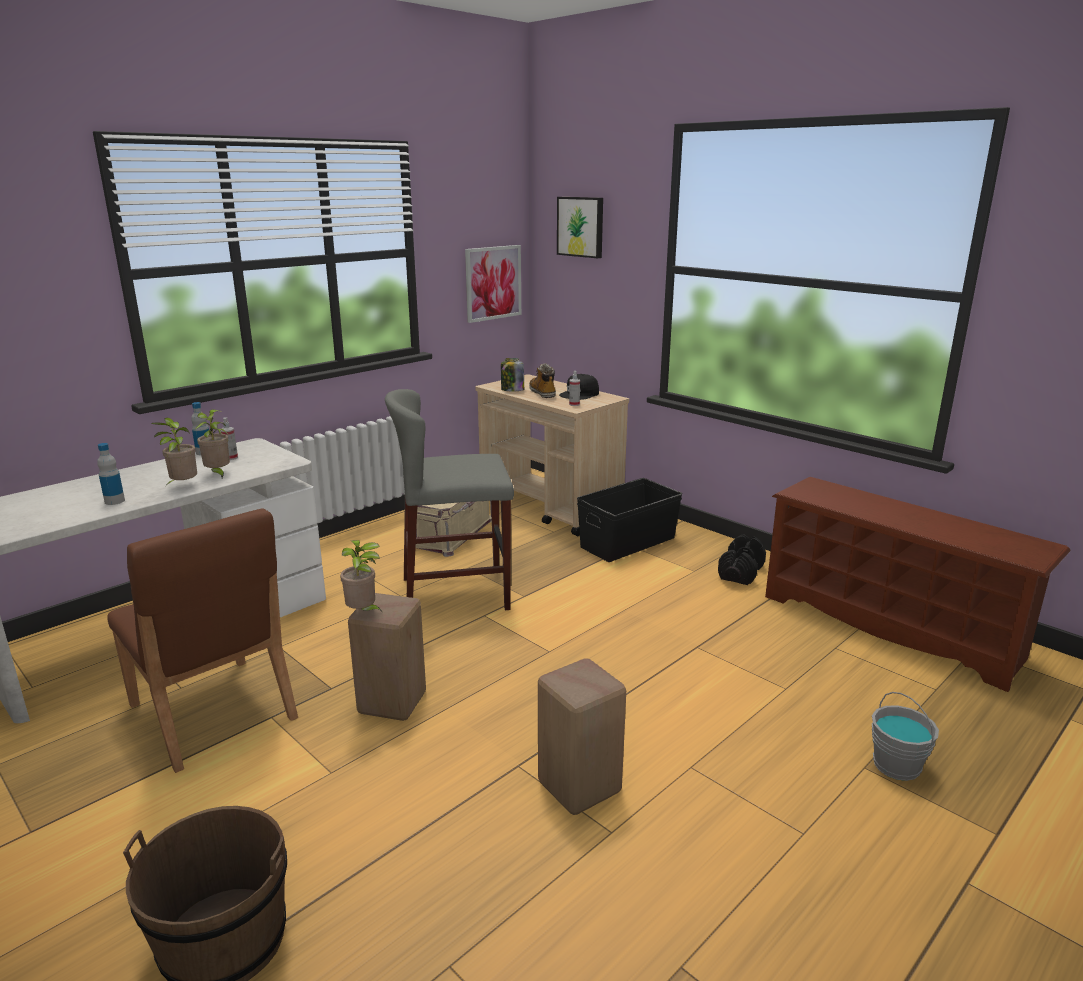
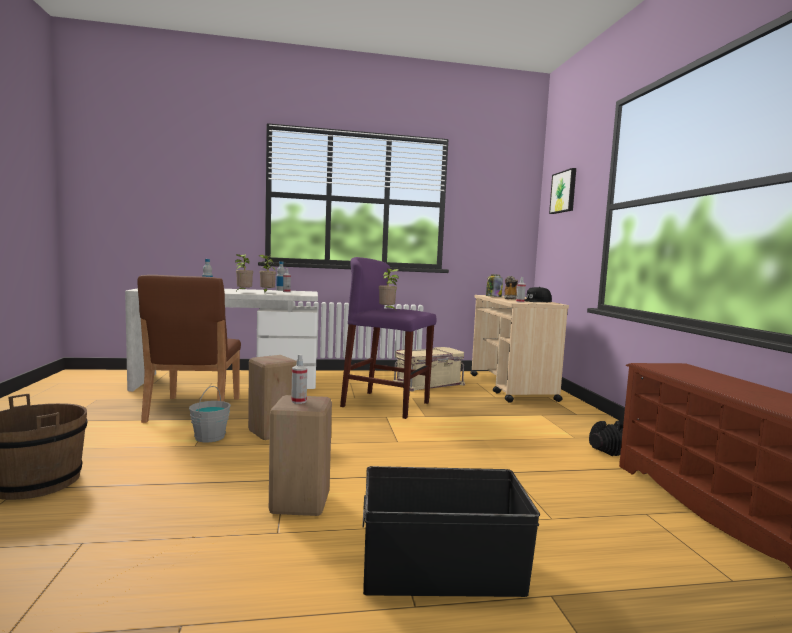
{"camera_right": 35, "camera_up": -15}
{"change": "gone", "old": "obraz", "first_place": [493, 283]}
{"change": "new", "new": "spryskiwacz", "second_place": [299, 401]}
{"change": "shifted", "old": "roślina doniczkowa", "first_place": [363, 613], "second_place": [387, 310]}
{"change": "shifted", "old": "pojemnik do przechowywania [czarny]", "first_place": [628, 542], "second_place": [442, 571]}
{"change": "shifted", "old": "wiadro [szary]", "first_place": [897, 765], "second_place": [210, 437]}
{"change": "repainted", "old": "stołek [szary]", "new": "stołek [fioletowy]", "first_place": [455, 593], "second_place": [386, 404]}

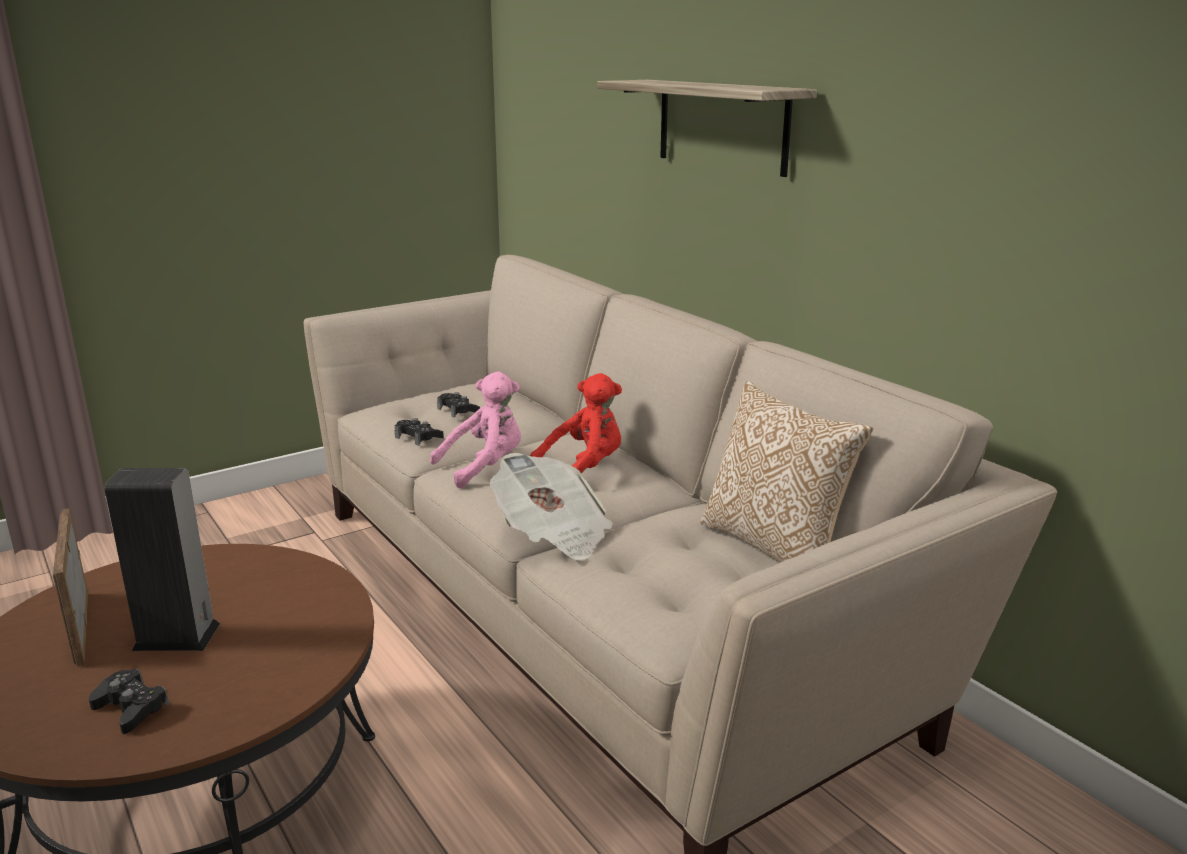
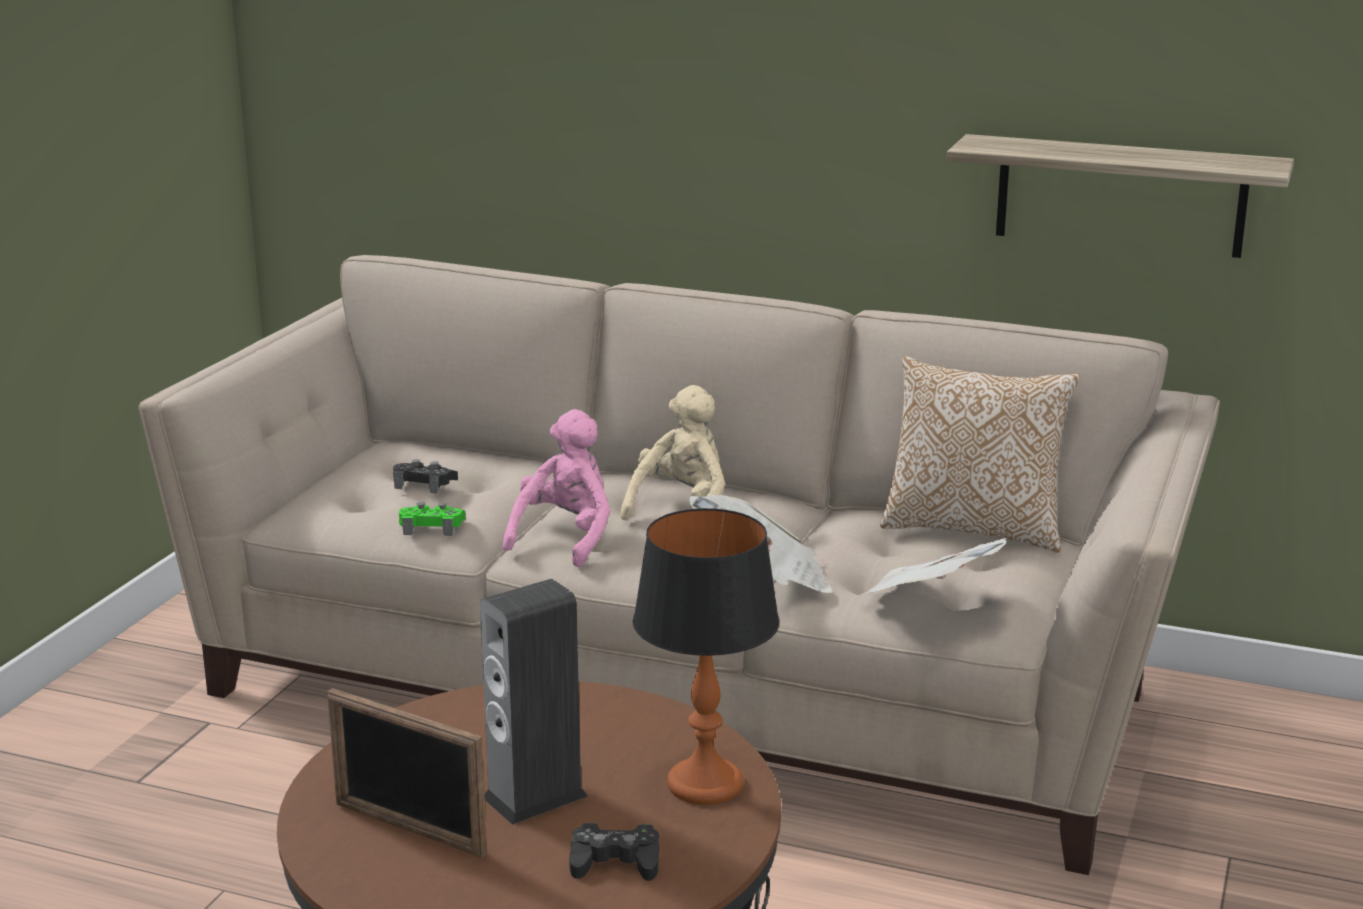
{"camera_right": -35, "camera_up": 0}
{"change": "new", "new": "lampa stołowa", "second_place": [704, 784]}
{"change": "new", "new": "gazeta", "second_place": [932, 602]}
{"change": "shifted", "old": "półka", "first_place": [722, 125], "second_place": [1120, 196]}
{"change": "repainted", "old": "pad do gier [czarny]", "new": "pad do gier [zielony]", "first_place": [418, 437], "second_place": [432, 527]}
{"change": "repainted", "old": "pluszak [czerwony]", "new": "pluszak [beżowy]", "first_place": [583, 469], "second_place": [681, 510]}

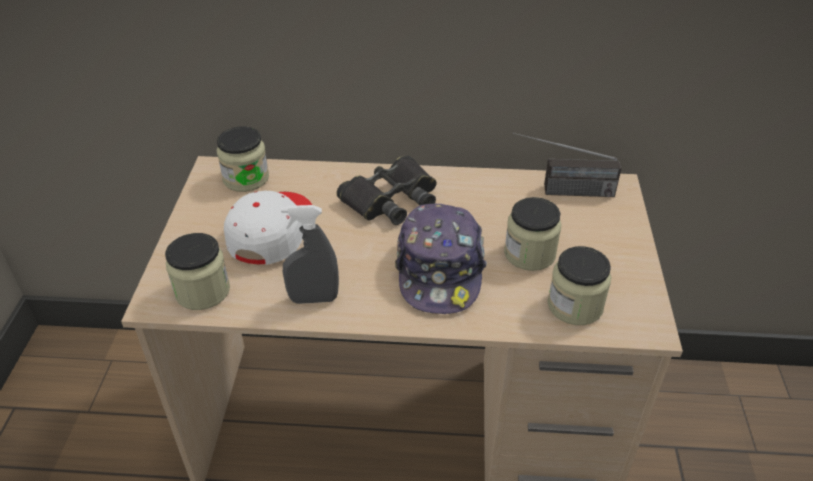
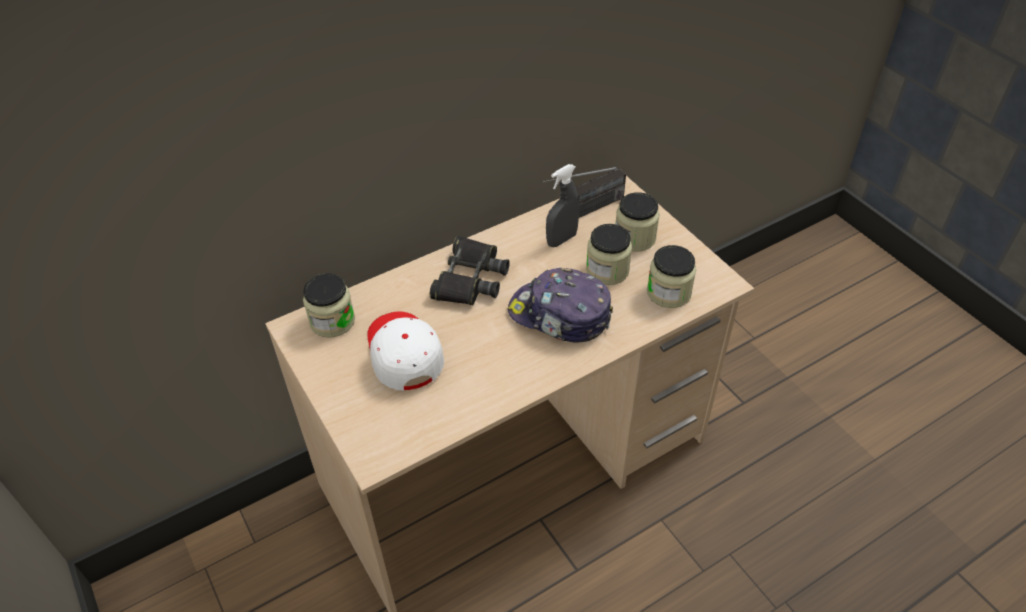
{"camera_right": -35, "camera_up": 5}
{"change": "shifted", "old": "słoik", "first_place": [202, 291], "second_place": [635, 238]}
{"change": "shifted", "old": "spryskiwacz [szary]", "first_place": [313, 299], "second_place": [561, 240]}
{"change": "rotated", "old": "czapka z daszkiem", "first_place": [440, 270], "second_place": [560, 315], "degrees": 150}

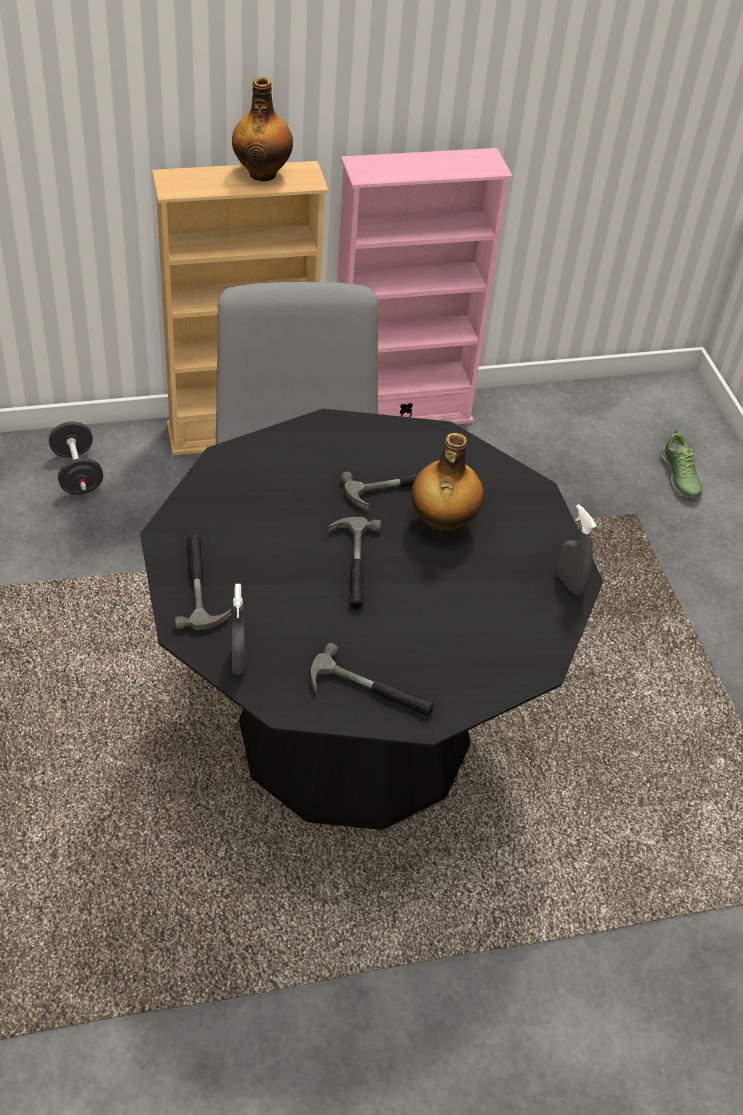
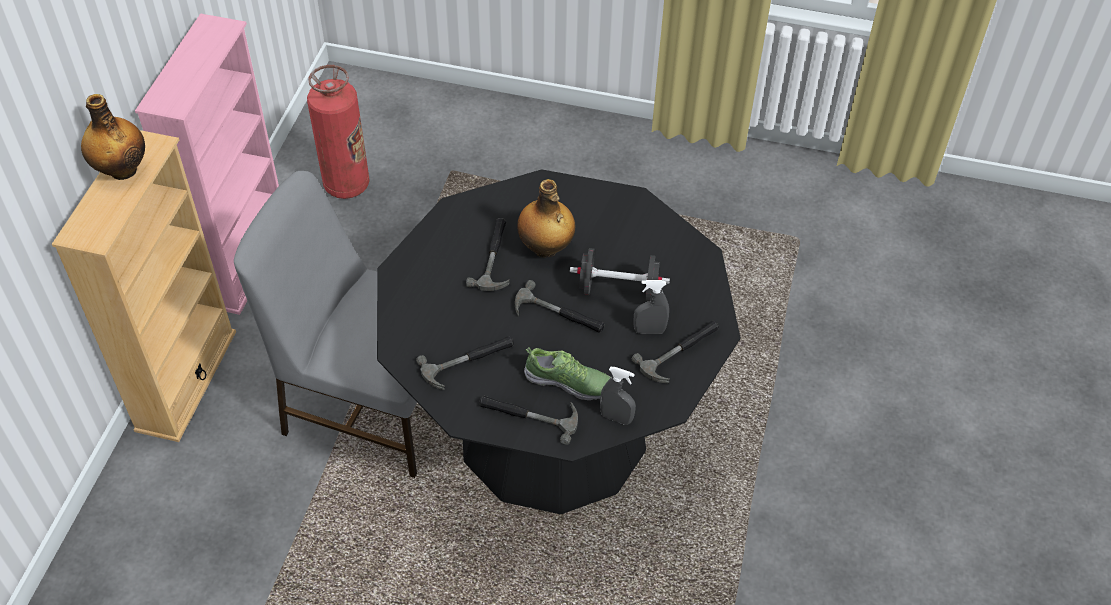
{"camera_right": -60, "camera_up": 5}
{"change": "new", "new": "gaśnica", "second_place": [346, 184]}
{"change": "new", "new": "młotek", "second_place": [468, 362]}
{"change": "shifted", "old": "hantel [czarny]", "first_place": [77, 473], "second_place": [618, 290]}
{"change": "shifted", "old": "spryskiwacz [szary]", "first_place": [569, 583], "second_place": [649, 330]}
{"change": "shifted", "old": "but", "first_place": [679, 477], "second_place": [569, 382]}

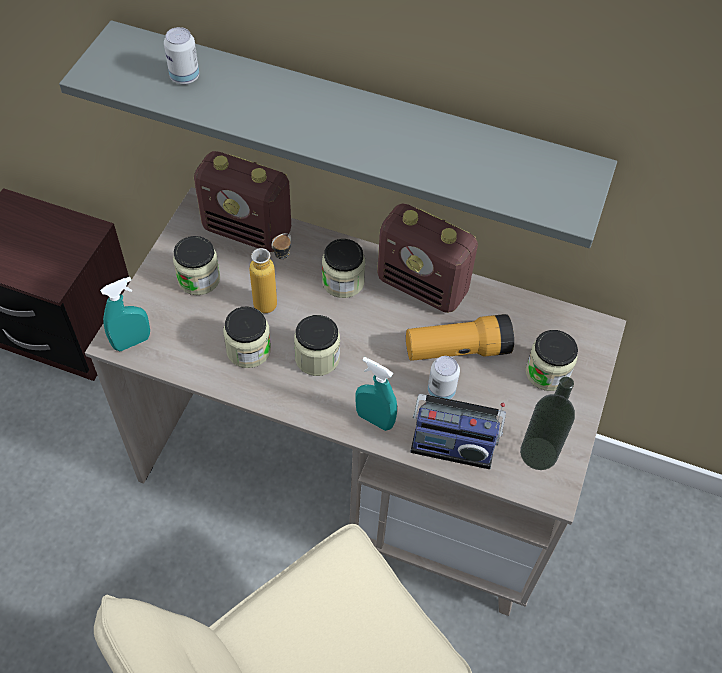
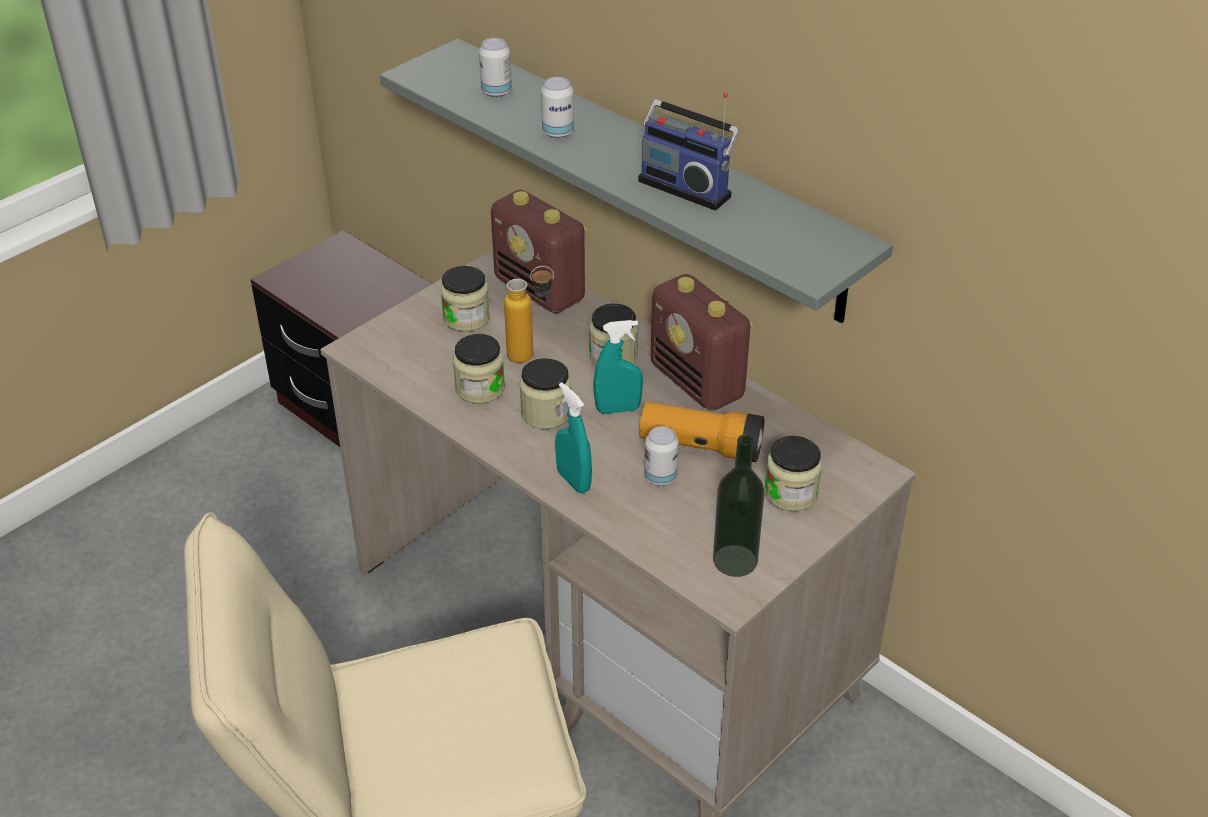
{"camera_right": 25, "camera_up": -15}
{"change": "new", "new": "puszka", "second_place": [558, 132]}
{"change": "shifted", "old": "spryskiwacz [turkusowy]", "first_place": [132, 342], "second_place": [618, 409]}
{"change": "shifted", "old": "radio", "first_place": [452, 445], "second_place": [687, 187]}

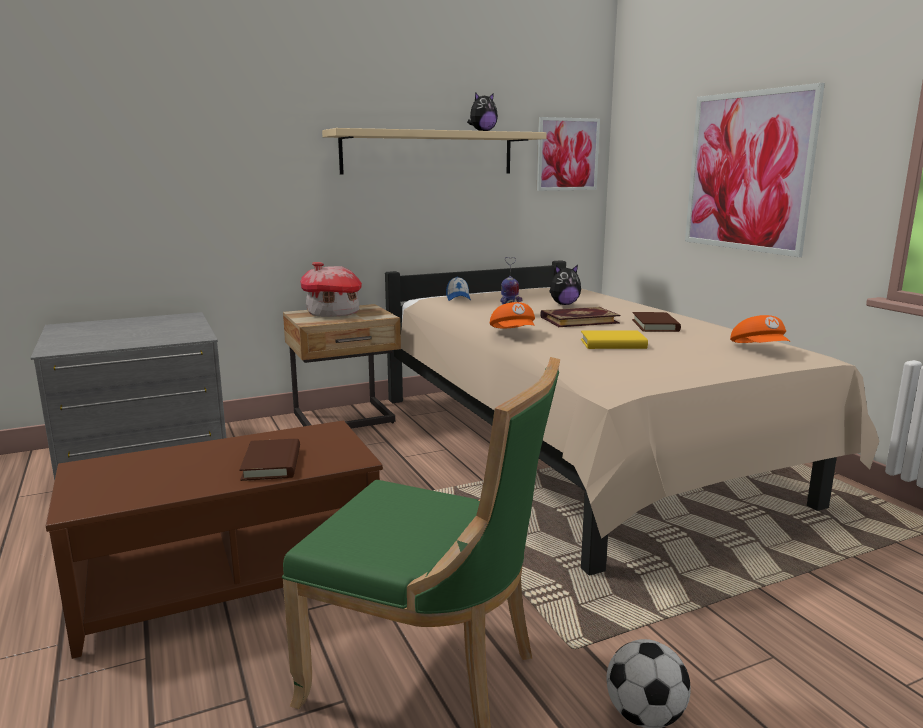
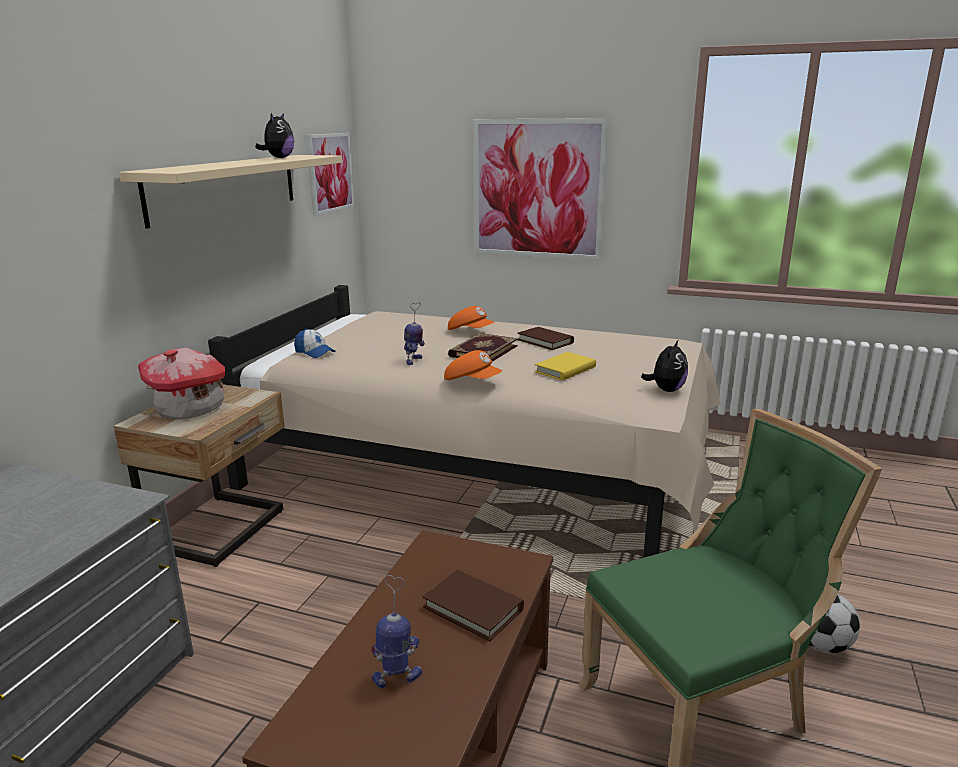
{"camera_right": -45, "camera_up": 5}
{"change": "new", "new": "robot zabawkowy", "second_place": [397, 678]}
{"change": "shifted", "old": "pluszak", "first_place": [564, 304], "second_place": [666, 390]}
{"change": "shifted", "old": "czapka z daszkiem [pomarańczowy]", "first_place": [760, 349], "second_place": [471, 332]}

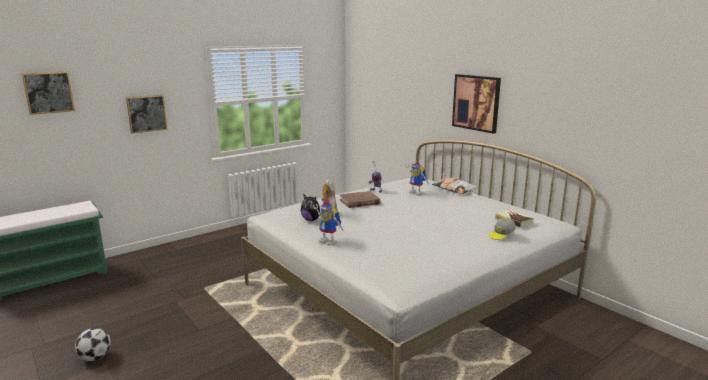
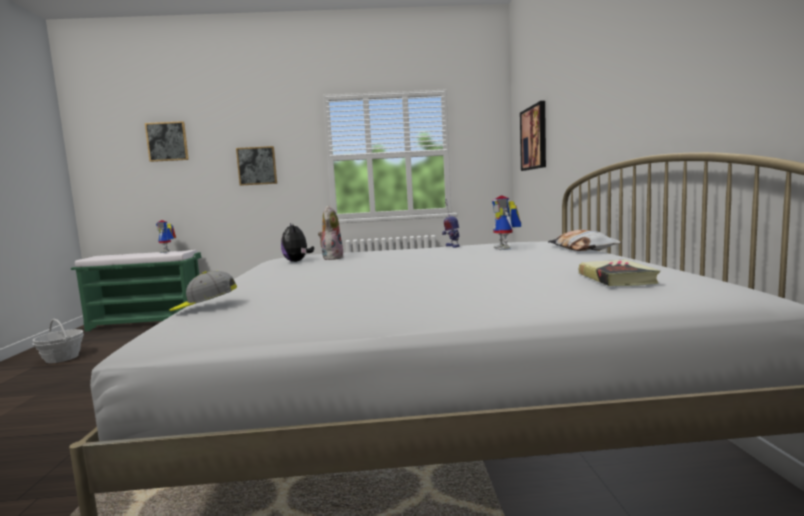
{"camera_right": 35, "camera_up": -10}
{"change": "gone", "old": "piłka futbolowa", "first_place": [95, 357]}
{"change": "gone", "old": "książka [brązowy]", "first_place": [359, 201]}
{"change": "new", "new": "koszyk", "second_place": [62, 358]}
{"change": "shifted", "old": "robot zabawkowy", "first_place": [330, 241], "second_place": [167, 252]}
{"change": "shifted", "old": "obraz", "first_place": [476, 102], "second_place": [534, 138]}
{"change": "shifted", "old": "czapka z daszkiem", "first_place": [501, 235], "second_place": [204, 307]}

